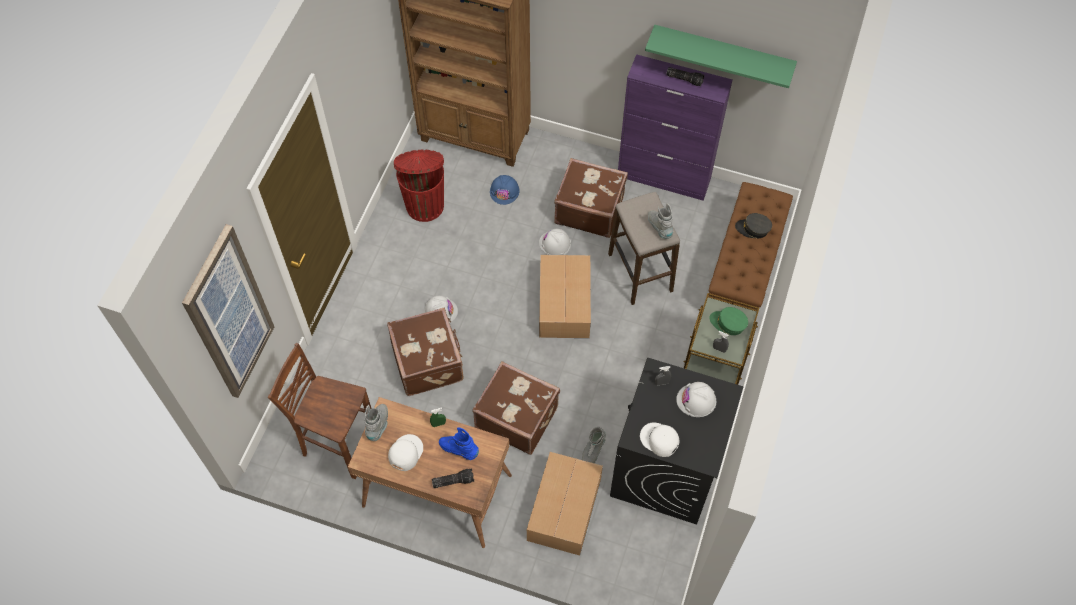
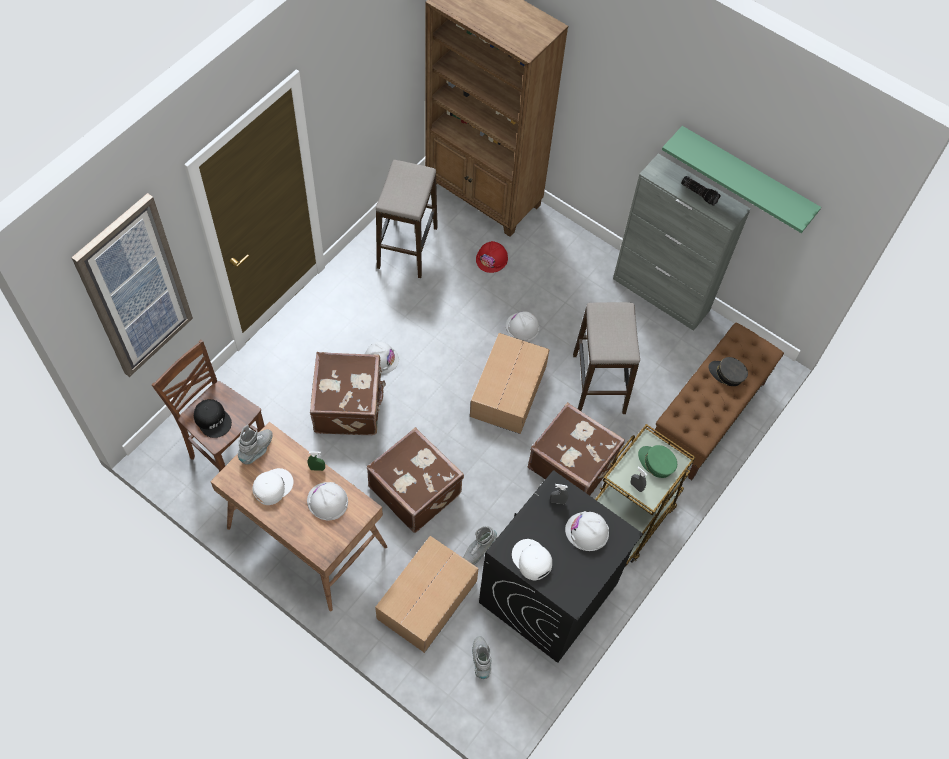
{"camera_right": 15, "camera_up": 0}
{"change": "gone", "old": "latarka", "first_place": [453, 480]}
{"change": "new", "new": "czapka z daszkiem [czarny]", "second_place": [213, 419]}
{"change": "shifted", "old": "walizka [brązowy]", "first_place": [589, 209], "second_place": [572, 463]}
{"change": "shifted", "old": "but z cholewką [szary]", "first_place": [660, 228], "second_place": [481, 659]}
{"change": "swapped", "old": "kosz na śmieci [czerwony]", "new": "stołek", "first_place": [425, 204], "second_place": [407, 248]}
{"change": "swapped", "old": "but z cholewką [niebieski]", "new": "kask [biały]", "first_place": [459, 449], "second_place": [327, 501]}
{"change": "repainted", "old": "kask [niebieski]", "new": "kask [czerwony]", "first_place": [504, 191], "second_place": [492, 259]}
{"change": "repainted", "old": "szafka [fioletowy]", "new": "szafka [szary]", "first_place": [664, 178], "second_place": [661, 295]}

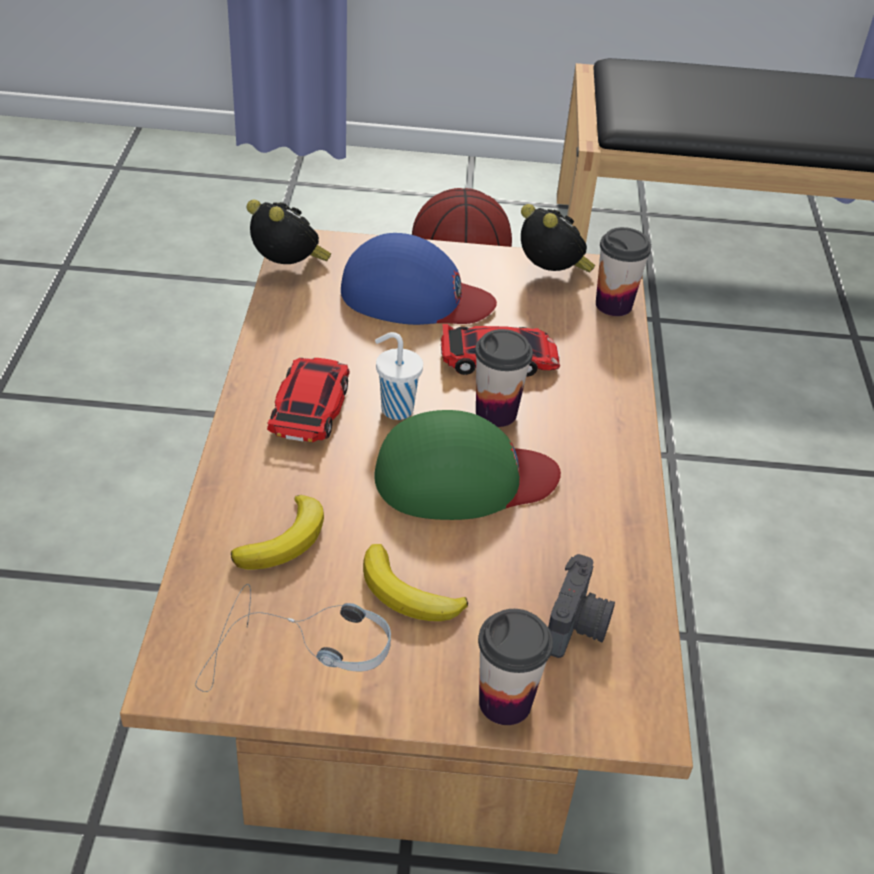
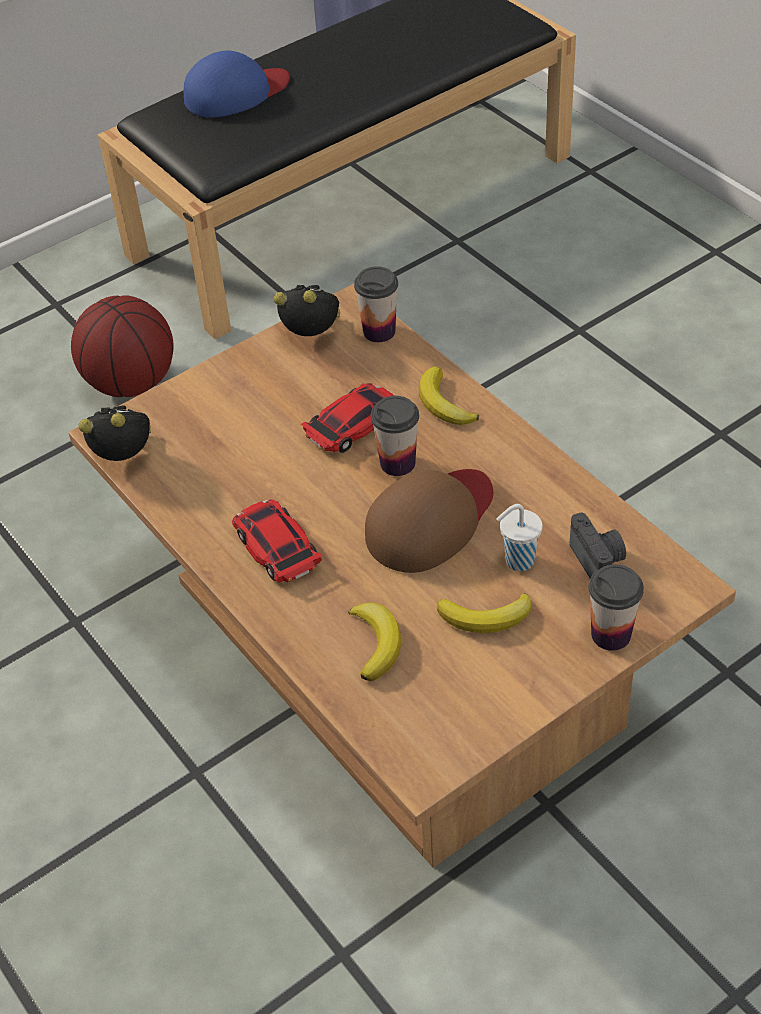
{"camera_right": -35, "camera_up": 5}
{"change": "gone", "old": "słuchawki", "first_place": [301, 681]}
{"change": "new", "new": "banan", "second_place": [444, 403]}
{"change": "shifted", "old": "czapka z daszkiem [niebieski]", "first_place": [414, 296], "second_place": [235, 93]}
{"change": "shifted", "old": "filiżanka [biały]", "first_place": [395, 409], "second_place": [518, 561]}
{"change": "repainted", "old": "czapka z daszkiem [zielony]", "new": "czapka z daszkiem [brązowy]", "first_place": [463, 478], "second_place": [430, 521]}

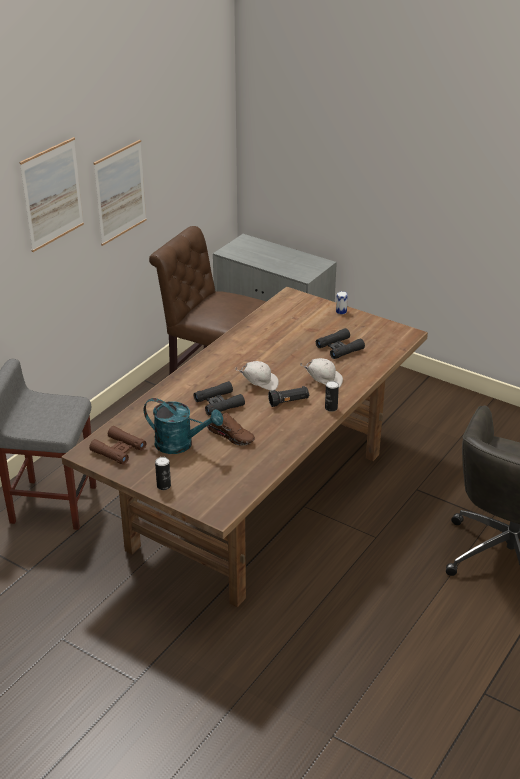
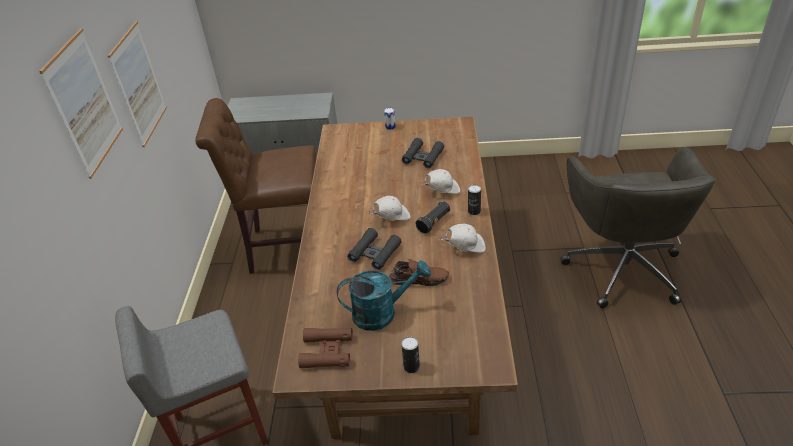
{"camera_right": -30, "camera_up": 5}
{"change": "new", "new": "czapka z daszkiem [biały]", "second_place": [465, 247]}

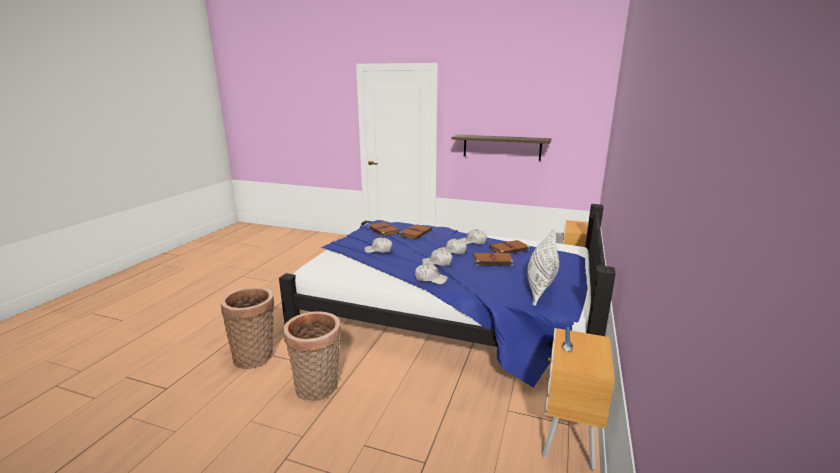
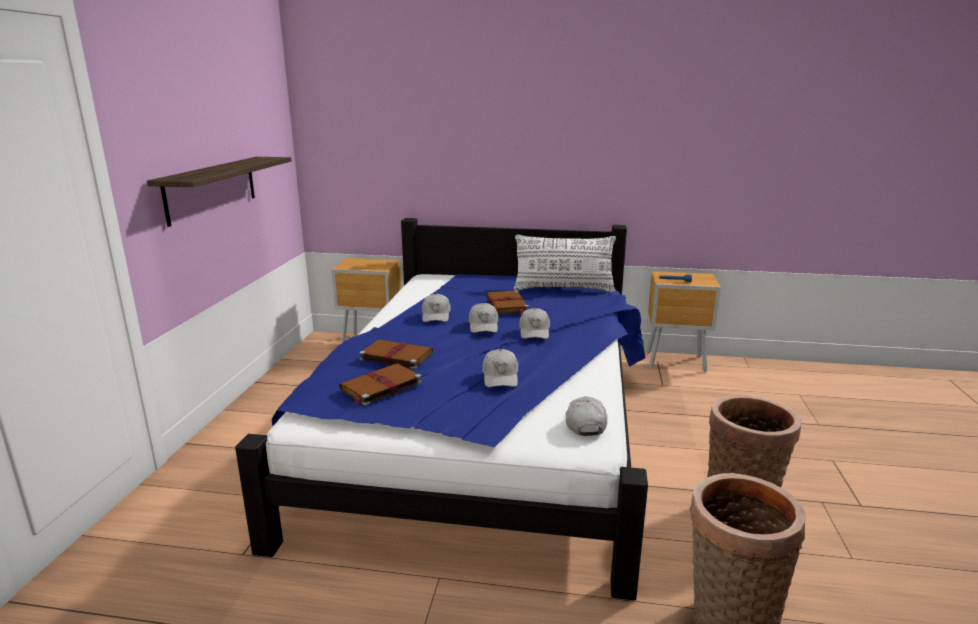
{"camera_right": -100, "camera_up": 0}
{"change": "gone", "old": "książka [brązowy]", "first_place": [508, 249]}
{"change": "shifted", "old": "czapka z daszkiem [biały]", "first_place": [430, 279], "second_place": [585, 423]}

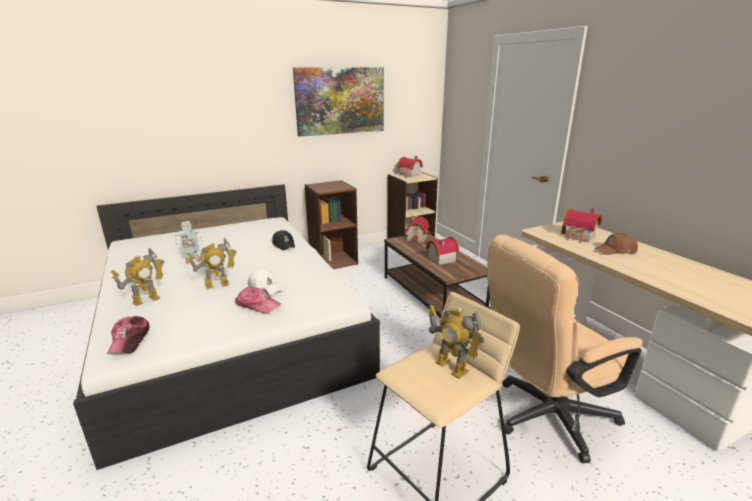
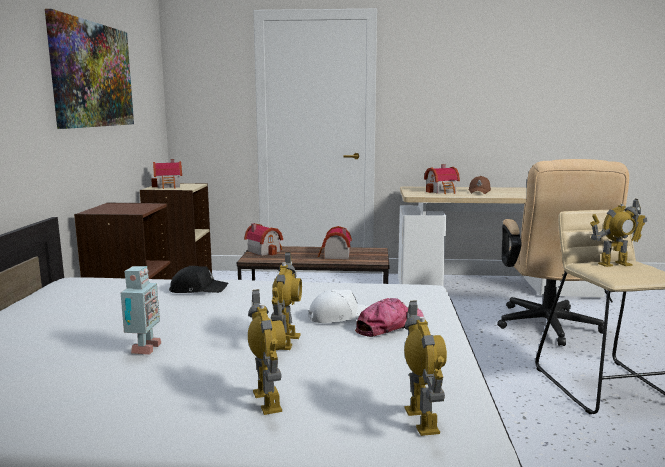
{"camera_right": -60, "camera_up": -10}
{"change": "swapped", "old": "czapka z daszkiem", "new": "robot zabawkowy", "first_place": [130, 340], "second_place": [422, 420]}

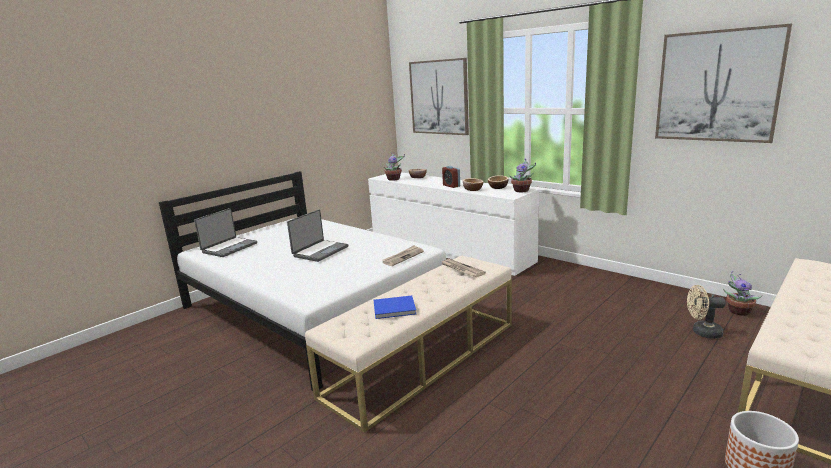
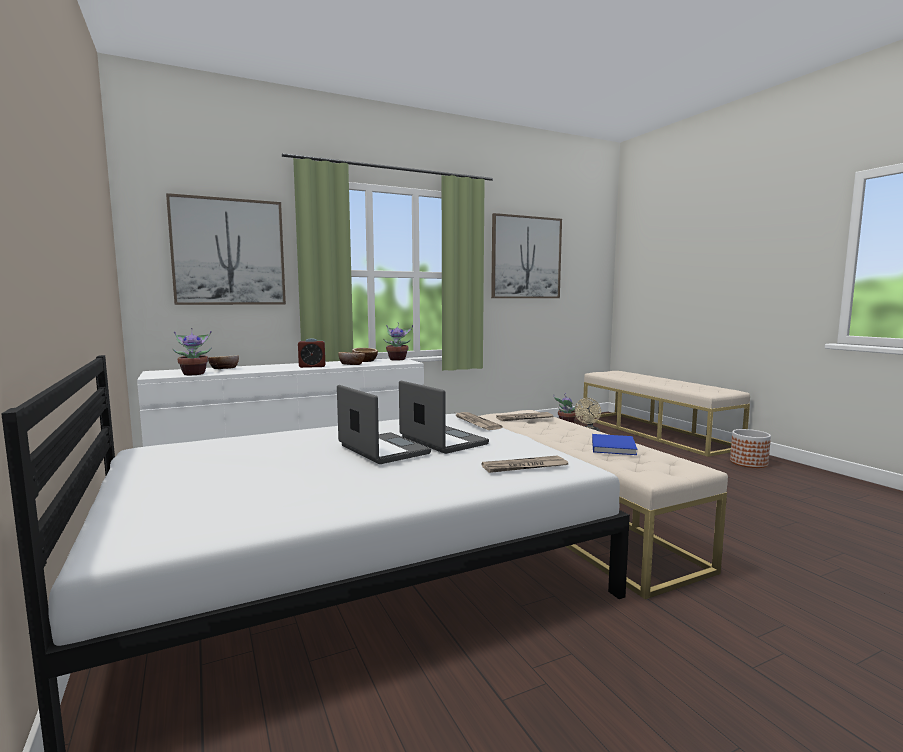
{"camera_right": -70, "camera_up": -10}
{"change": "new", "new": "gazeta", "second_place": [524, 467]}
{"change": "shifted", "old": "laptop", "first_place": [229, 248], "second_place": [441, 441]}

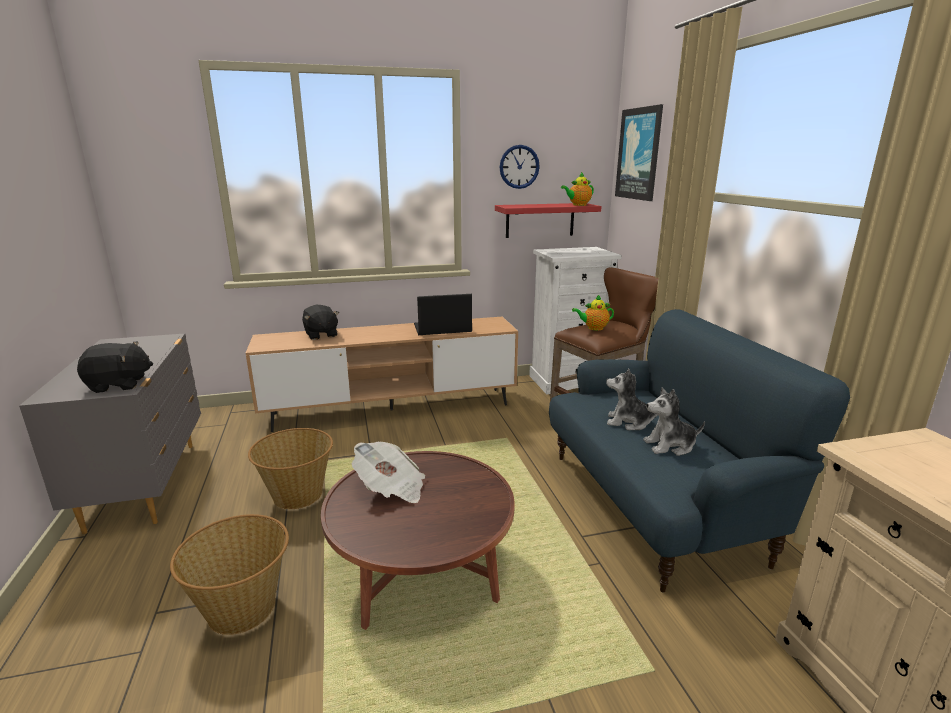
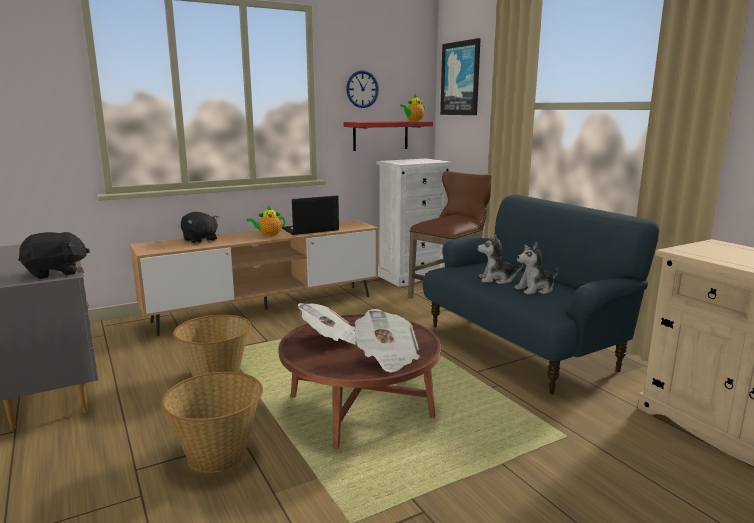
{"camera_right": -15, "camera_up": -5}
{"change": "new", "new": "gazeta", "second_place": [386, 357]}
{"change": "shifted", "old": "imbryk", "first_place": [593, 328], "second_place": [268, 235]}

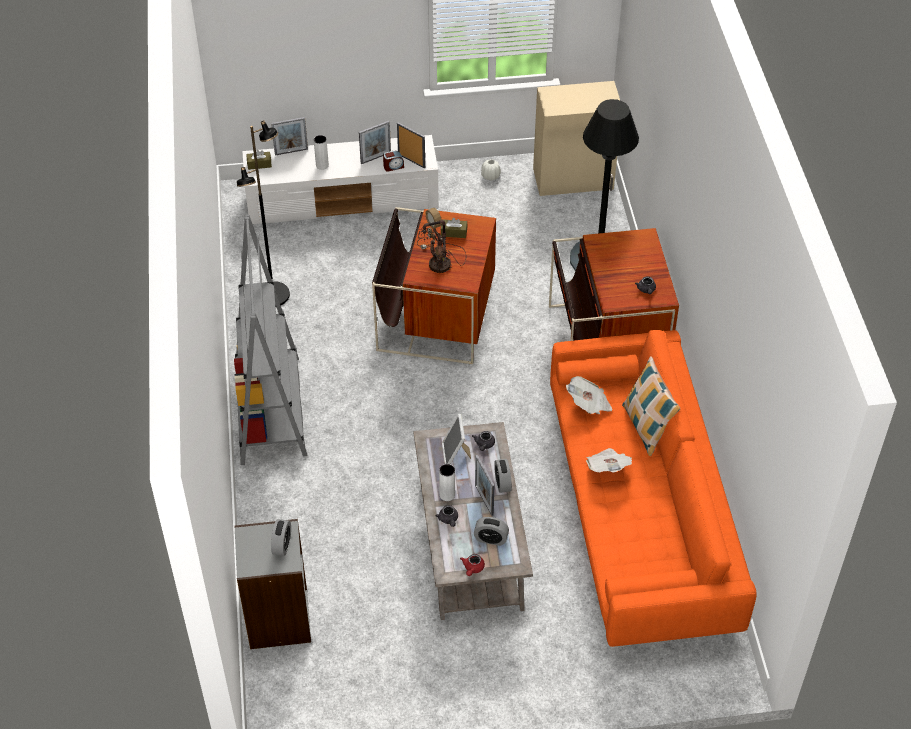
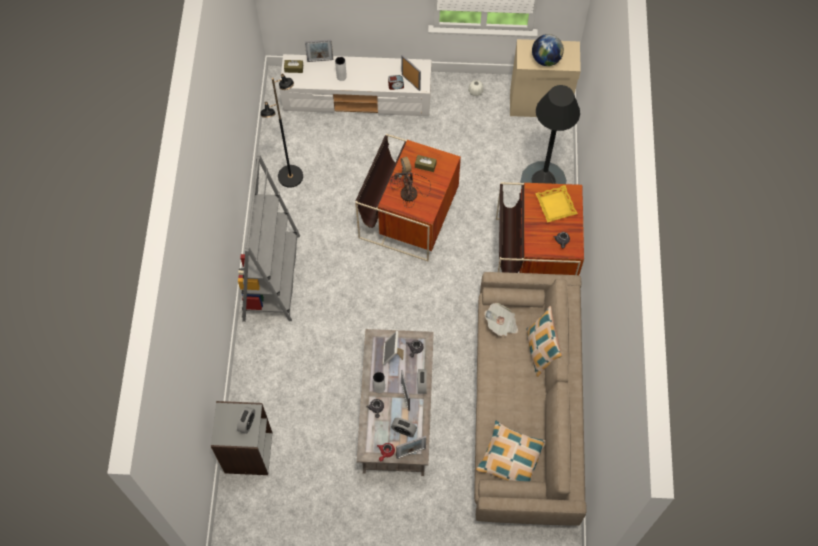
{"camera_right": 10, "camera_up": 15}
{"change": "gone", "old": "gazeta", "first_place": [607, 468]}
{"change": "new", "new": "poduszka", "second_place": [511, 457]}
{"change": "new", "new": "globus", "second_place": [546, 59]}
{"change": "new", "new": "taca [żółty]", "second_place": [555, 205]}
{"change": "shifted", "old": "ramka na zdjęcie", "first_place": [375, 158], "second_place": [411, 453]}
{"change": "repainted", "old": "kanapa [pomarańczowy]", "new": "kanapa [beżowy]", "first_place": [639, 512], "second_place": [525, 408]}

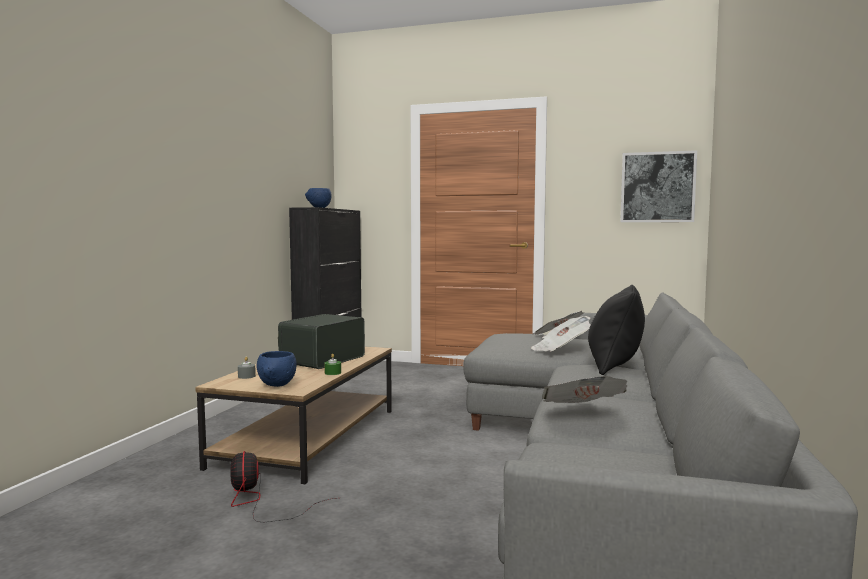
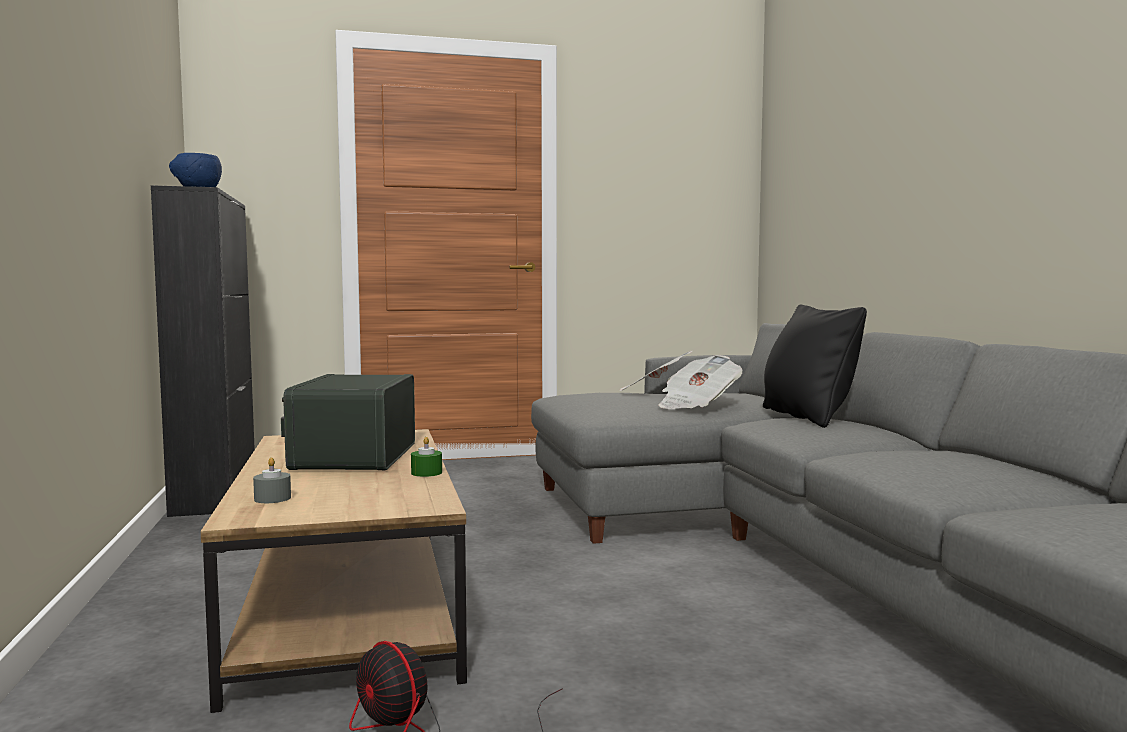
{"camera_right": -30, "camera_up": 0}
{"change": "gone", "old": "miska [niebieski]", "first_place": [276, 386]}
{"change": "gone", "old": "gazeta", "first_place": [582, 414]}
{"change": "gone", "old": "obraz", "first_place": [657, 187]}

